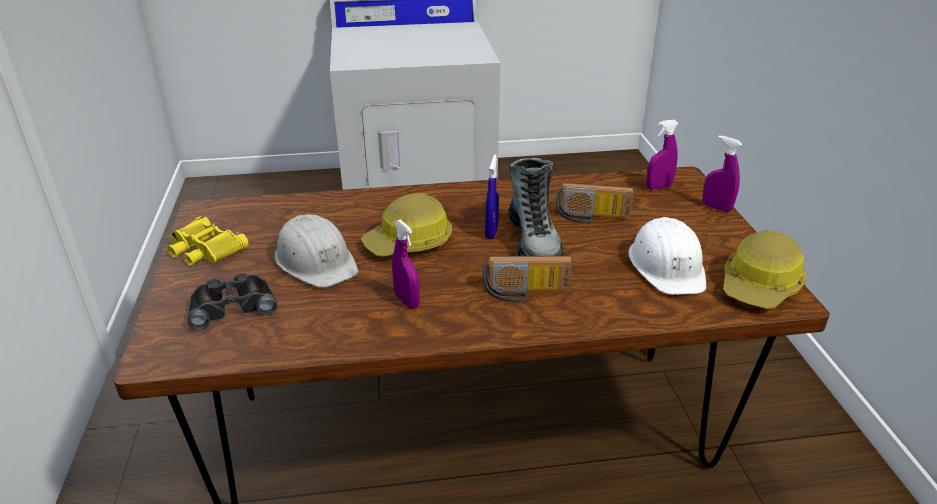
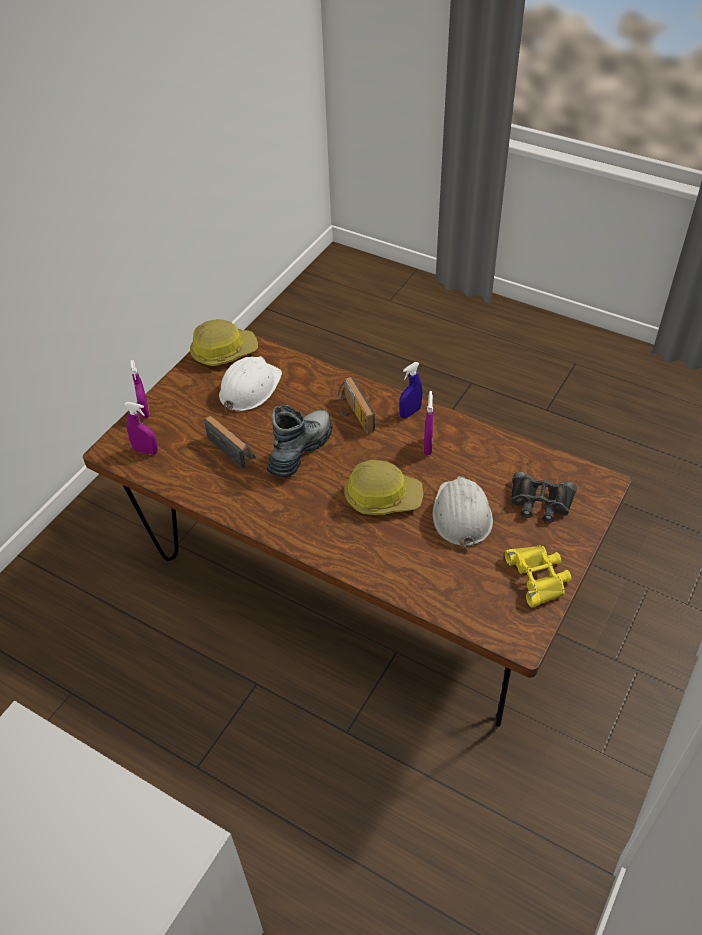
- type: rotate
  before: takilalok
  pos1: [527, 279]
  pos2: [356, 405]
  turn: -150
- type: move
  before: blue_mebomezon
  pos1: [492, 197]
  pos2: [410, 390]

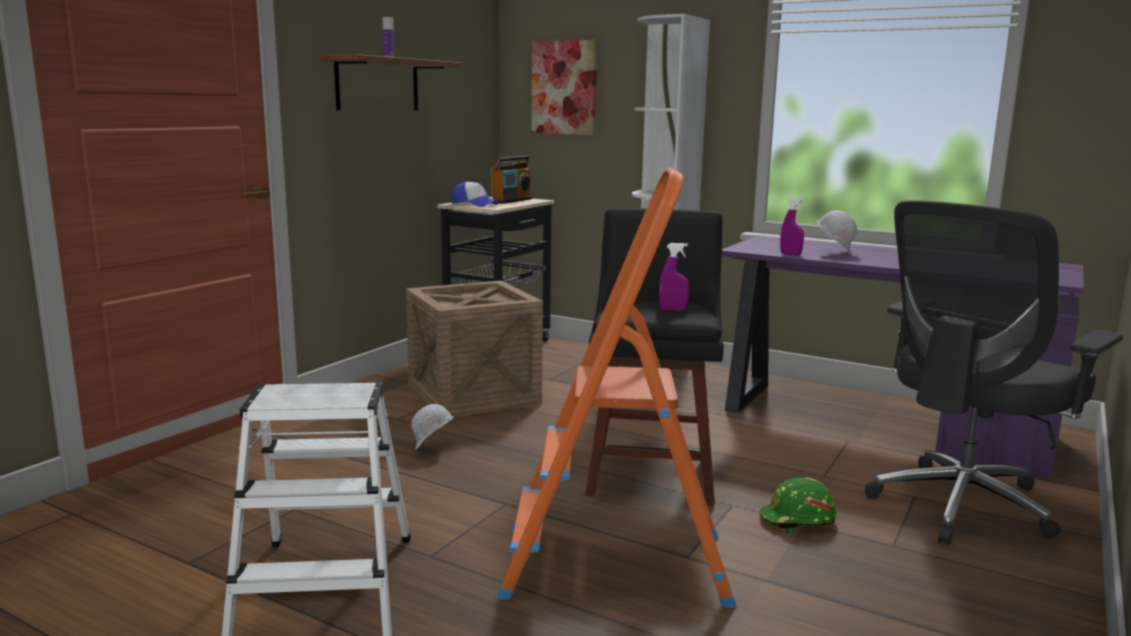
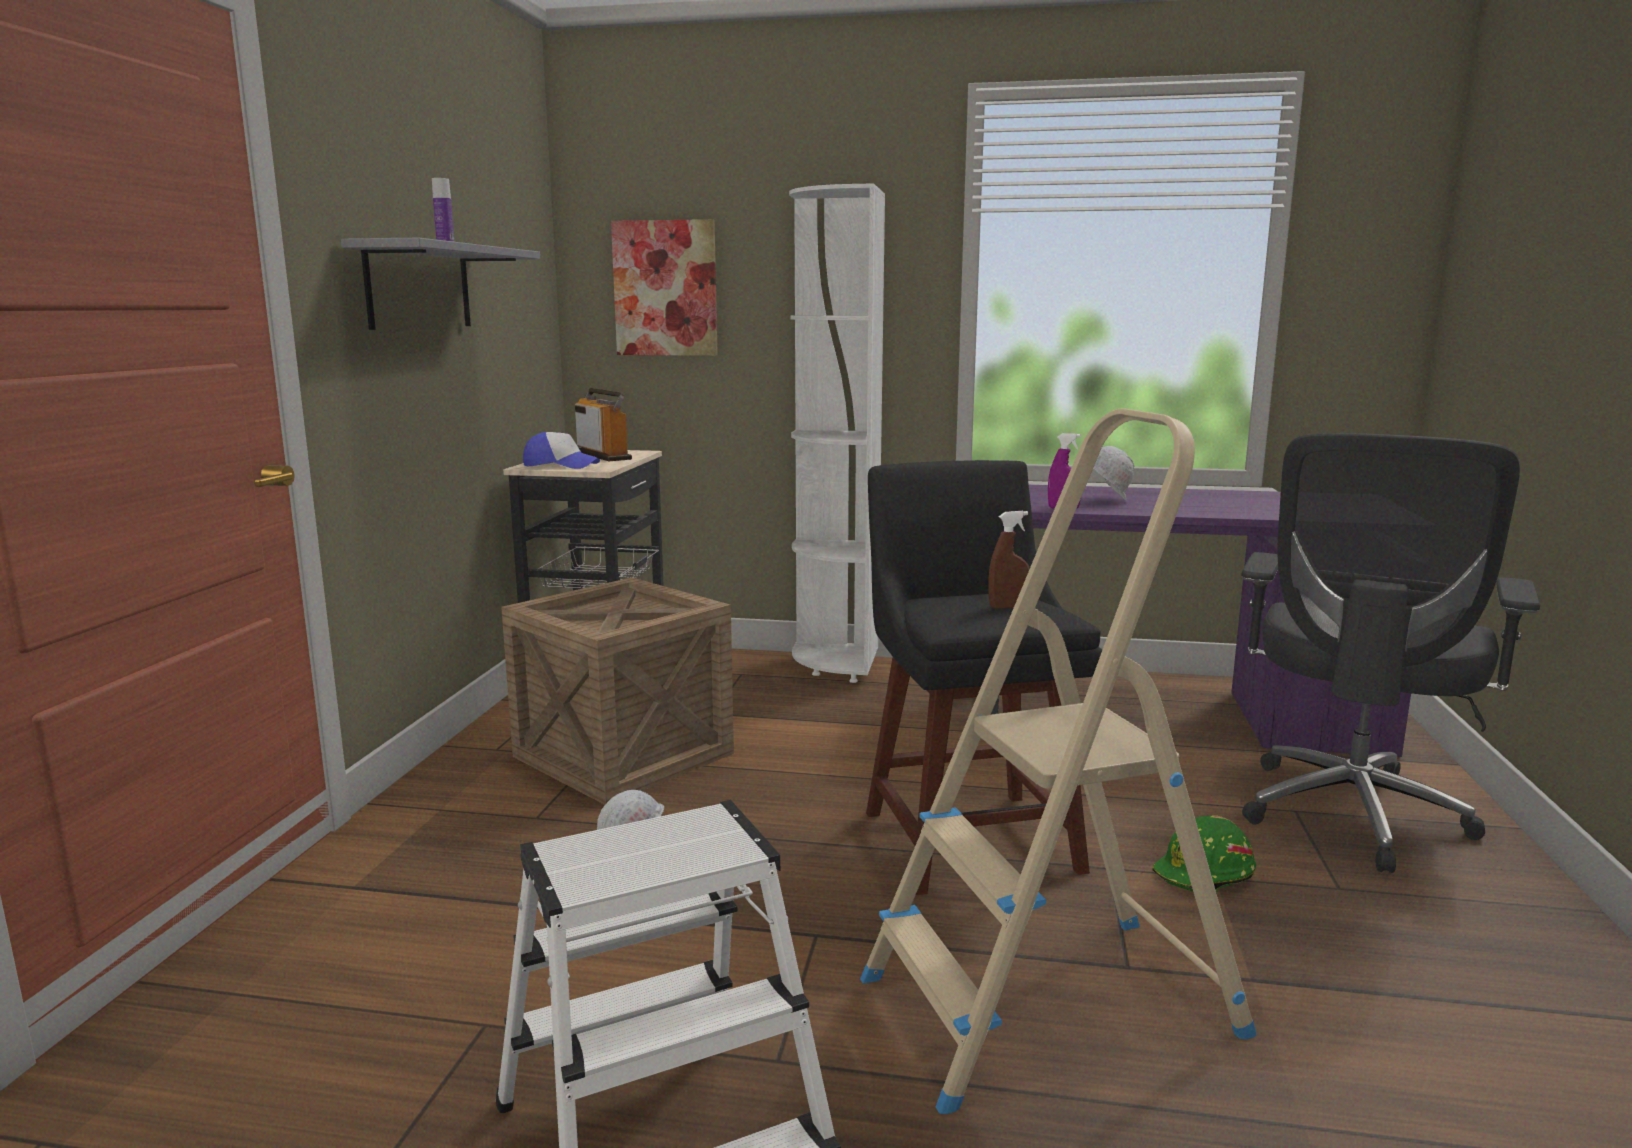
- type: recolor
  before: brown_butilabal
  after: grey_butilabal
  pos1: [390, 82]
  pos2: [440, 284]
- type: rotate
  before: takilalok
  pos1: [511, 179]
  pos2: [603, 424]
  turn: -45
- type: recolor
  before: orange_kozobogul
  after: beige_kozobogul
  pos1: [617, 387]
  pos2: [1058, 761]
- type: recolor
  before: purple_mebomezon
  after: brown_mebomezon
  pos1: [674, 277]
  pos2: [1009, 560]

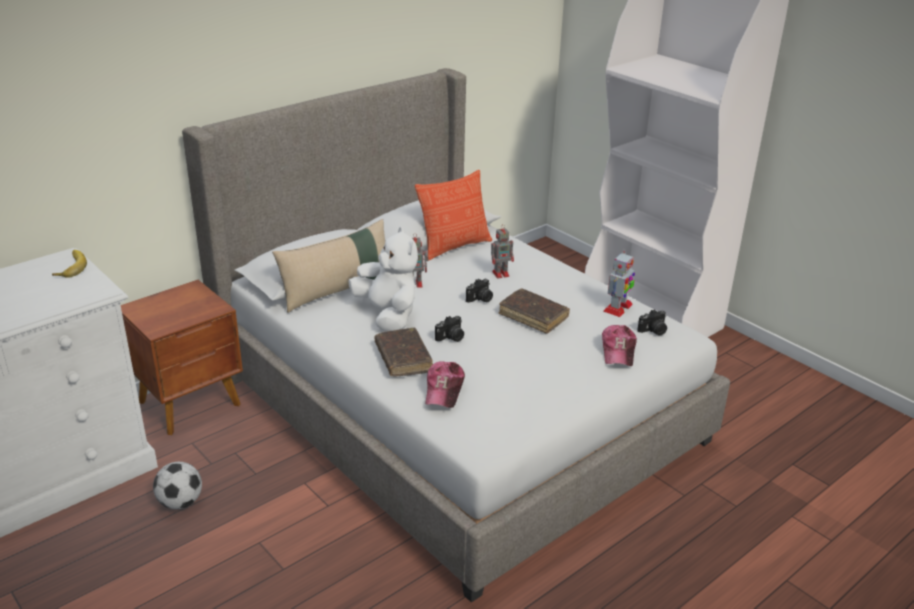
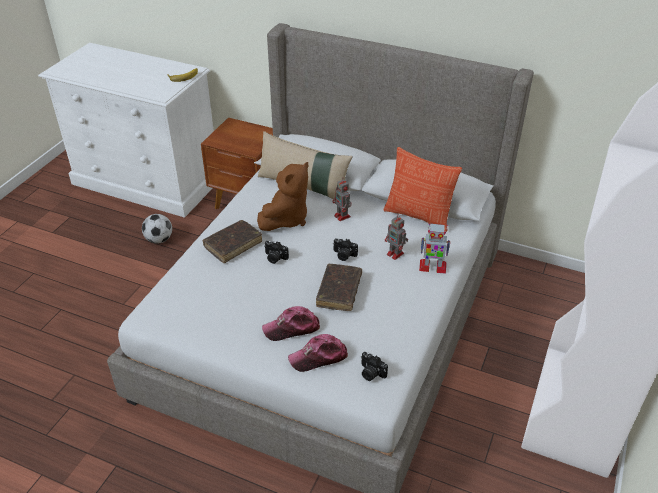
- type: recolor
  before: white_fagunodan
  after: brown_fagunodan
  pos1: [383, 279]
  pos2: [282, 196]
- type: move
  before: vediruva
  pos1: [445, 384]
  pos2: [291, 323]
- type: move
  before: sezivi
  pos1: [619, 284]
  pos2: [435, 248]

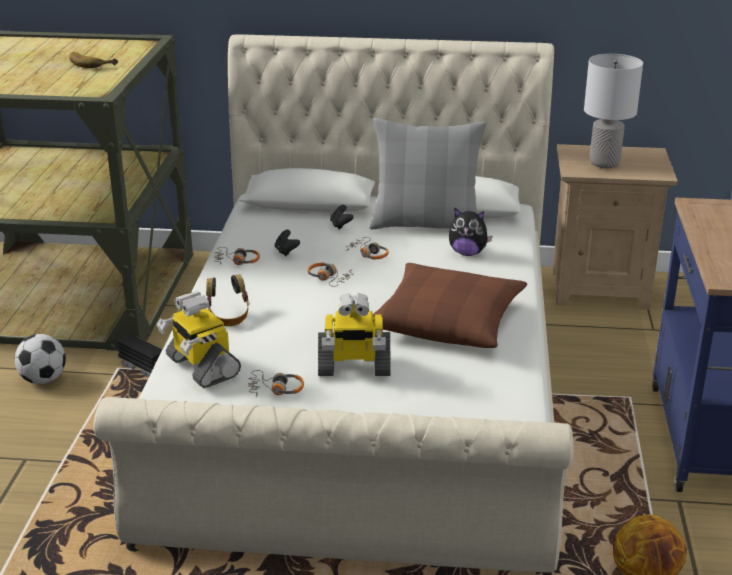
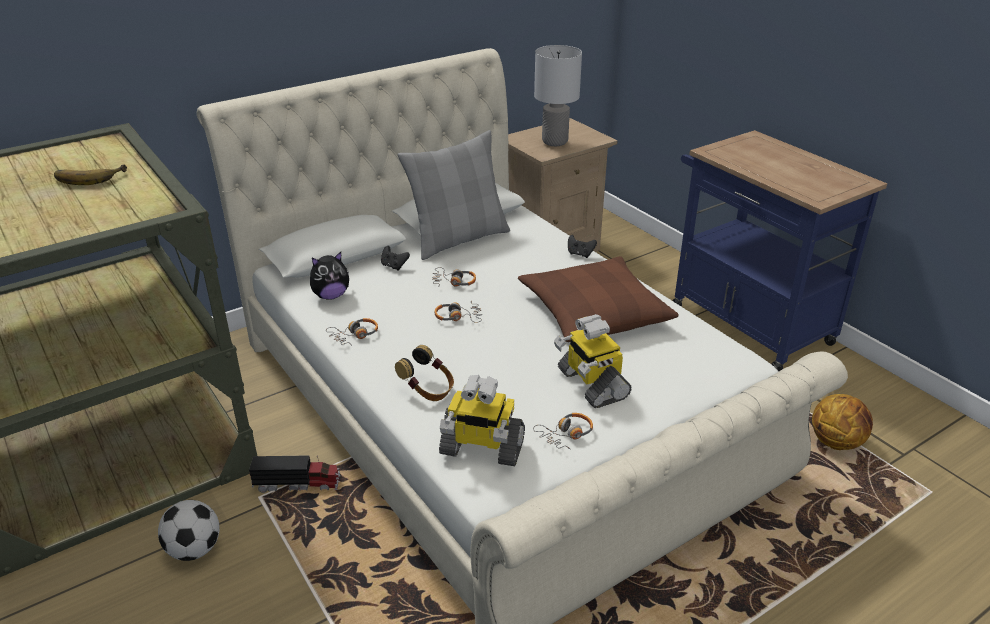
- type: move
  before: fagunodan
  pos1: [471, 232]
  pos2: [329, 276]
- type: rotate
  before: sezivi
  pos1: [354, 334]
  pos2: [592, 361]
  turn: 105
- type: move
  before: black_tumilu
  pos1: [287, 243]
  pos2: [582, 246]

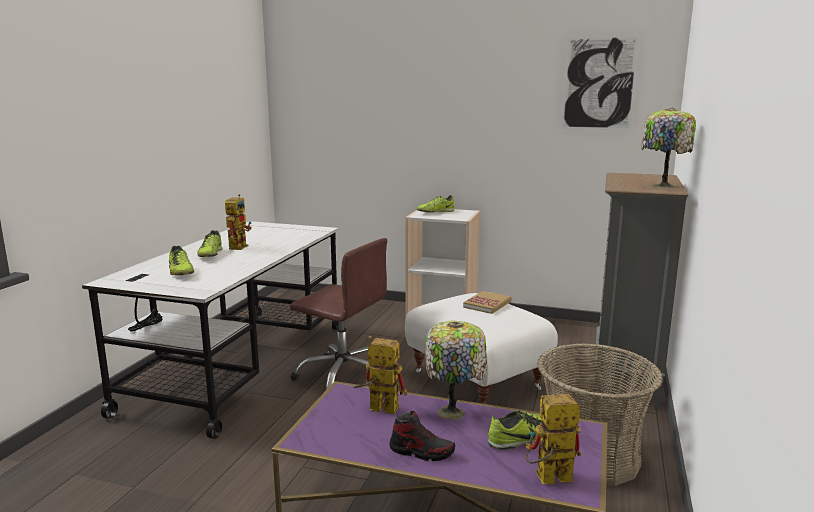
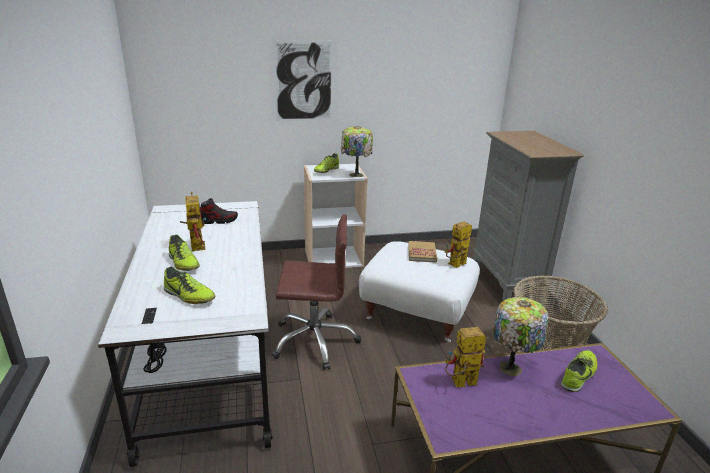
- type: move
  before: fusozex
  pos1: [422, 436]
  pos2: [219, 211]
- type: move
  before: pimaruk
  pos1: [600, 82]
  pos2: [303, 80]
- type: move
  before: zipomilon
  pos1: [668, 148]
  pos2: [357, 151]
- type: move
  before: sezivi
  pos1: [553, 439]
  pos2: [458, 244]

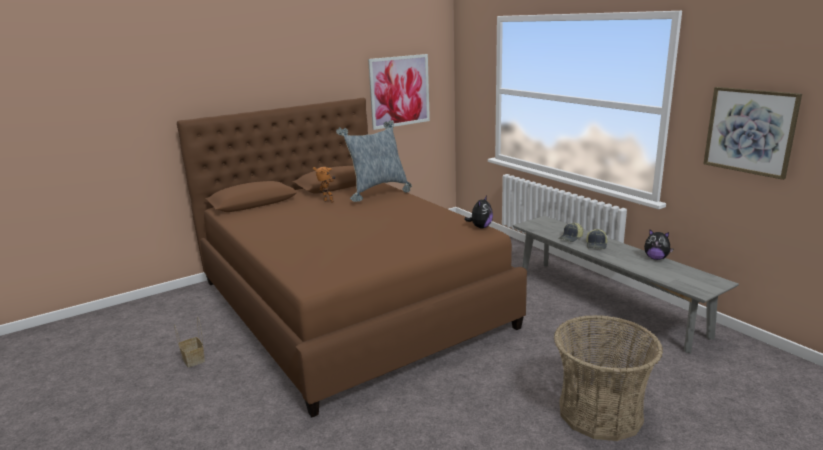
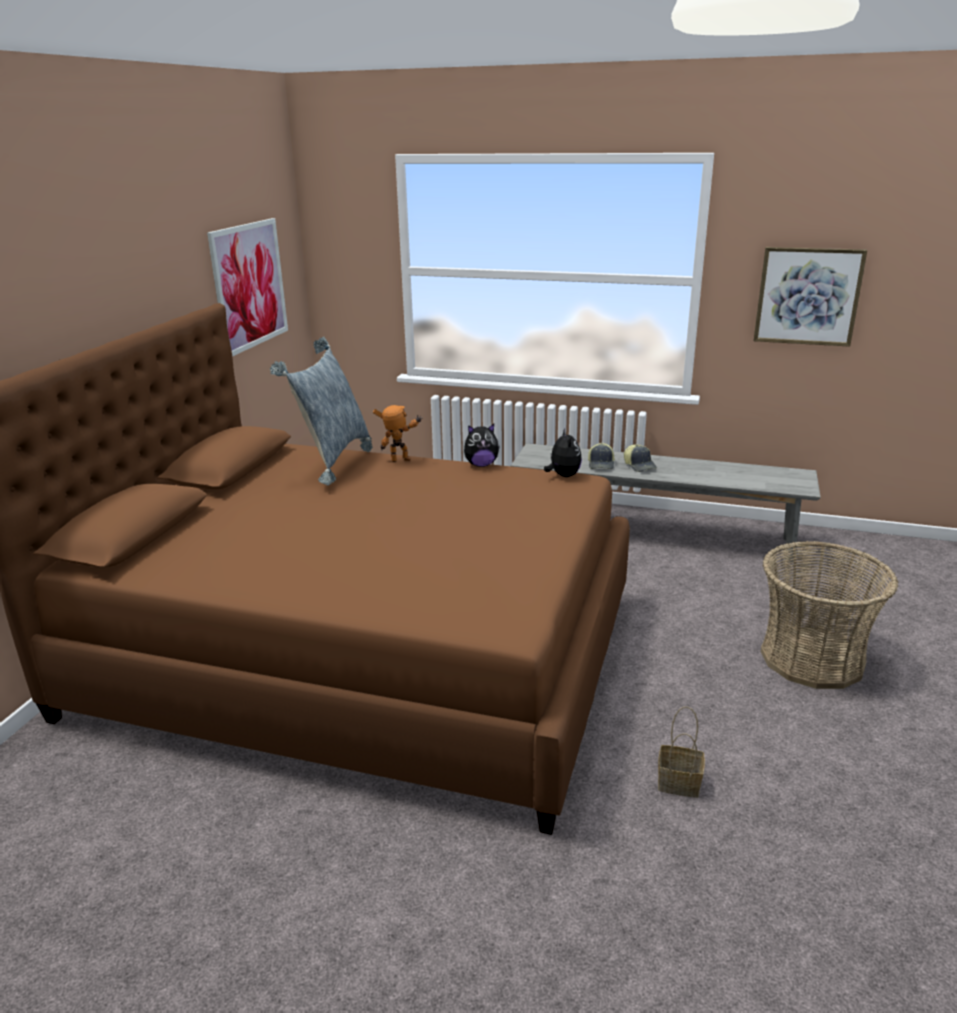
- type: move
  before: sezivi
  pos1: [323, 185]
  pos2: [397, 433]
- type: move
  before: fagunodan
  pos1: [659, 245]
  pos2: [482, 445]
- type: move
  before: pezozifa
  pos1: [189, 342]
  pos2: [681, 752]

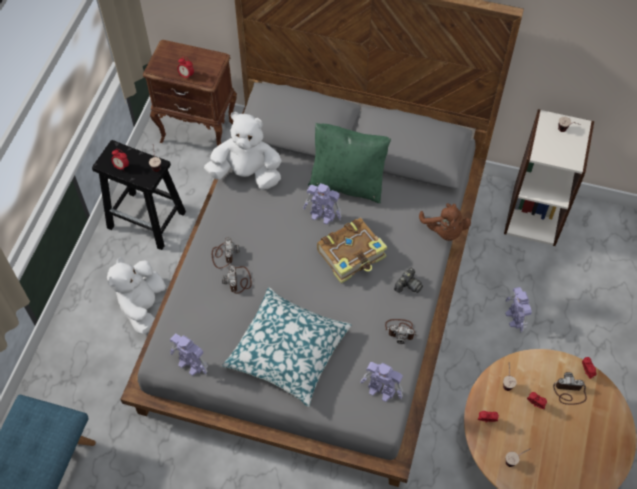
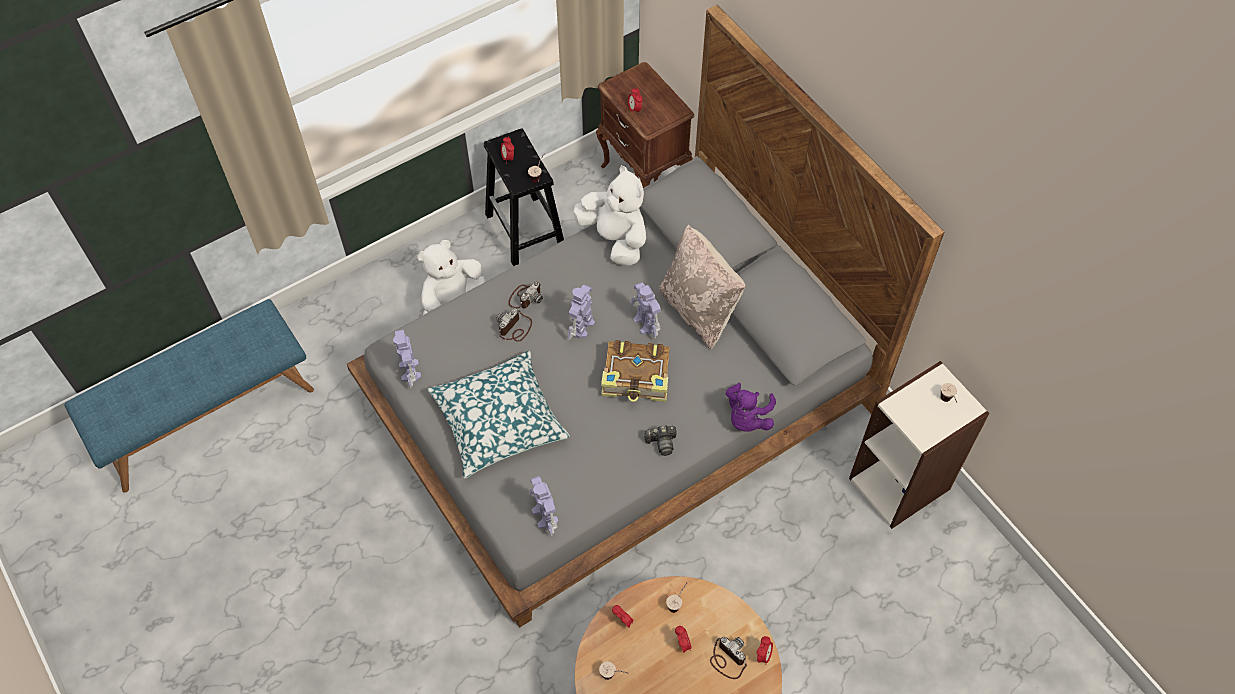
- type: move
  before: sezivi
  pos1: [518, 310]
  pos2: [581, 312]
- type: recolor
  before: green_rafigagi
  after: beige_rafigagi
  pos1: [349, 163]
  pos2: [702, 287]
- type: recolor
  before: brown_fagunodan
  after: purple_fagunodan
  pos1: [445, 222]
  pos2: [750, 407]
- type: delete
  before: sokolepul
  pos1: [401, 331]

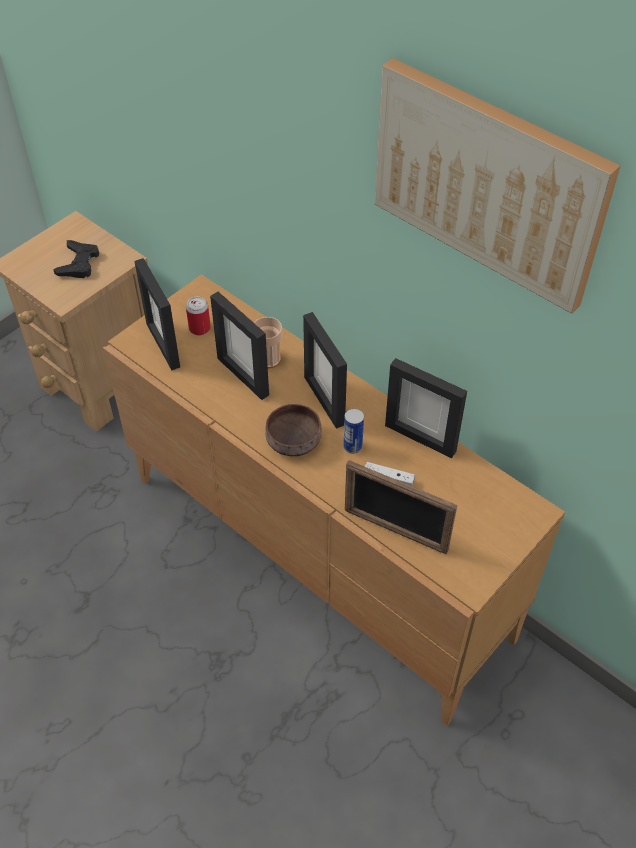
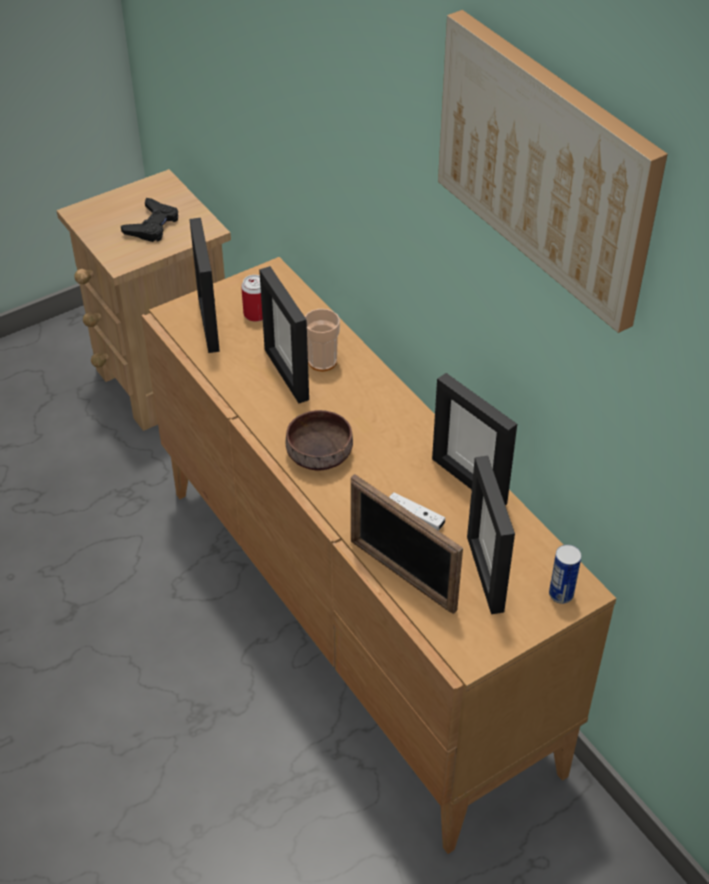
- type: move
  before: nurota
  pos1: [325, 370]
  pos2: [491, 535]
- type: move
  before: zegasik
  pos1: [354, 431]
  pos2: [565, 574]

